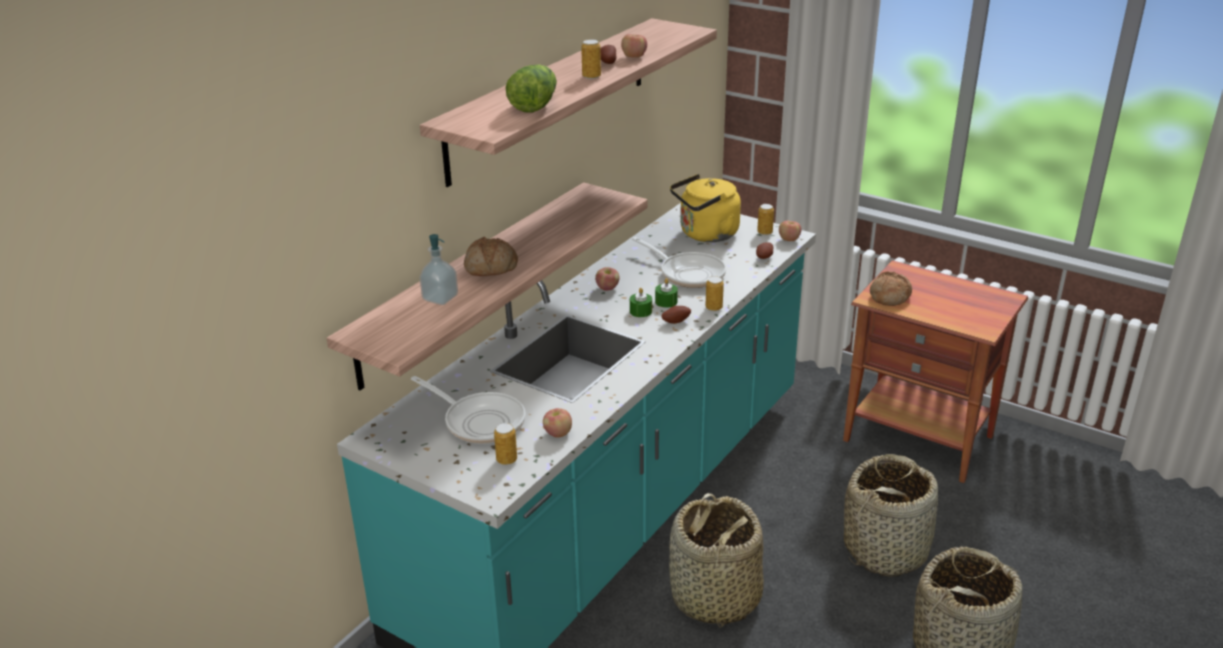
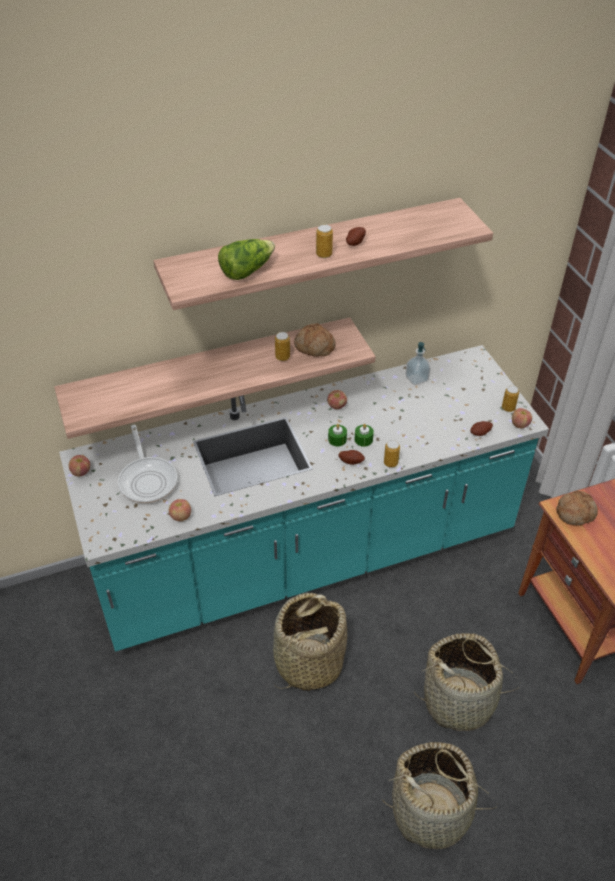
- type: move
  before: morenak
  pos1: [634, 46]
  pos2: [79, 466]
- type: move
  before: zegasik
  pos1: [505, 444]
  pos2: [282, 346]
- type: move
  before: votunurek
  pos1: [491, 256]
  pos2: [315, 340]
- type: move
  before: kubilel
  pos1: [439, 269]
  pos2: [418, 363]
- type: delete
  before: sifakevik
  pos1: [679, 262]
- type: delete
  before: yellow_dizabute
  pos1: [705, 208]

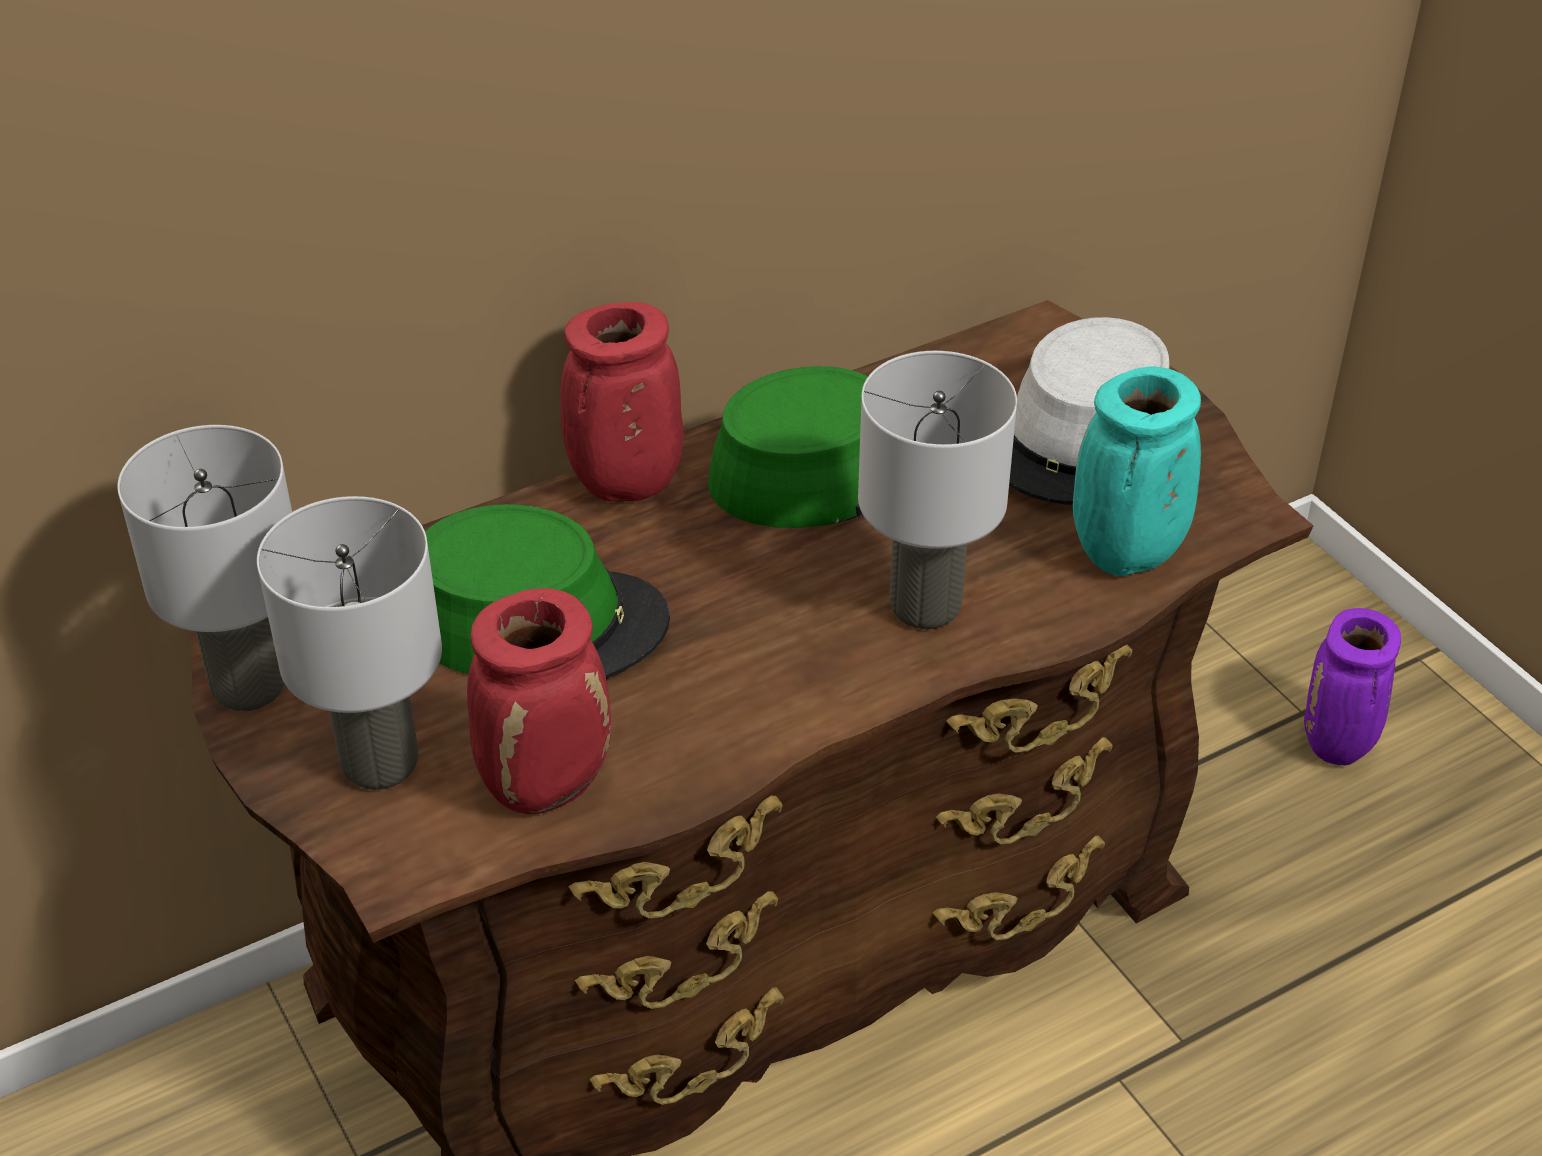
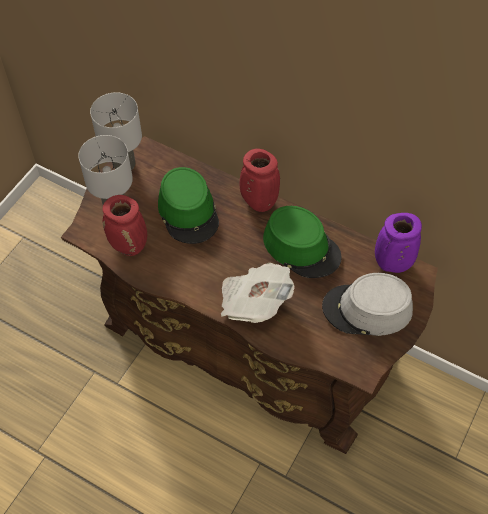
- type: replace
  before: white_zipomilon
  after: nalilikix
  pos1: [937, 490]
  pos2: [257, 293]
- type: move
  before: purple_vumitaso
  pos1: [1352, 686]
  pos2: [398, 243]
- type: delete
  before: turquoise_vumitaso
  pos1: [1137, 471]

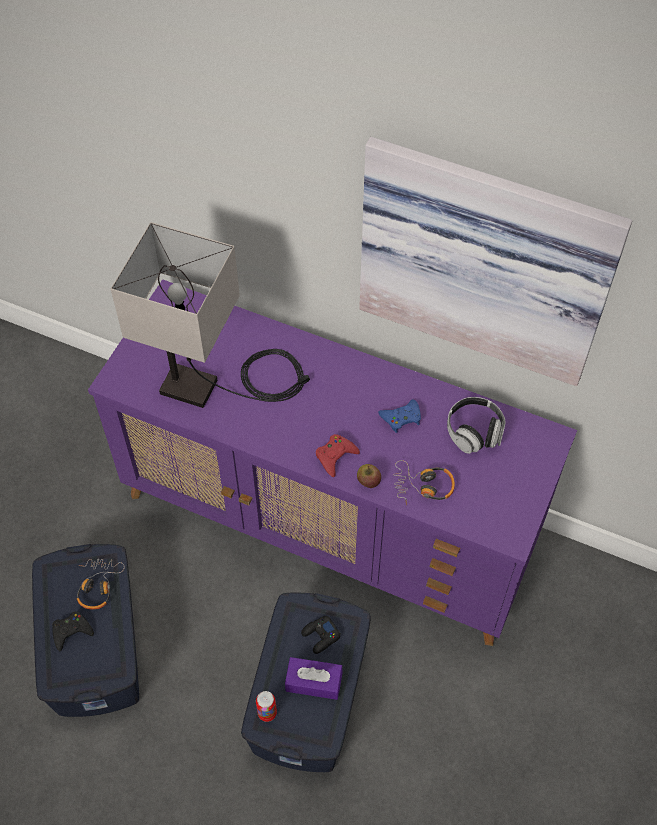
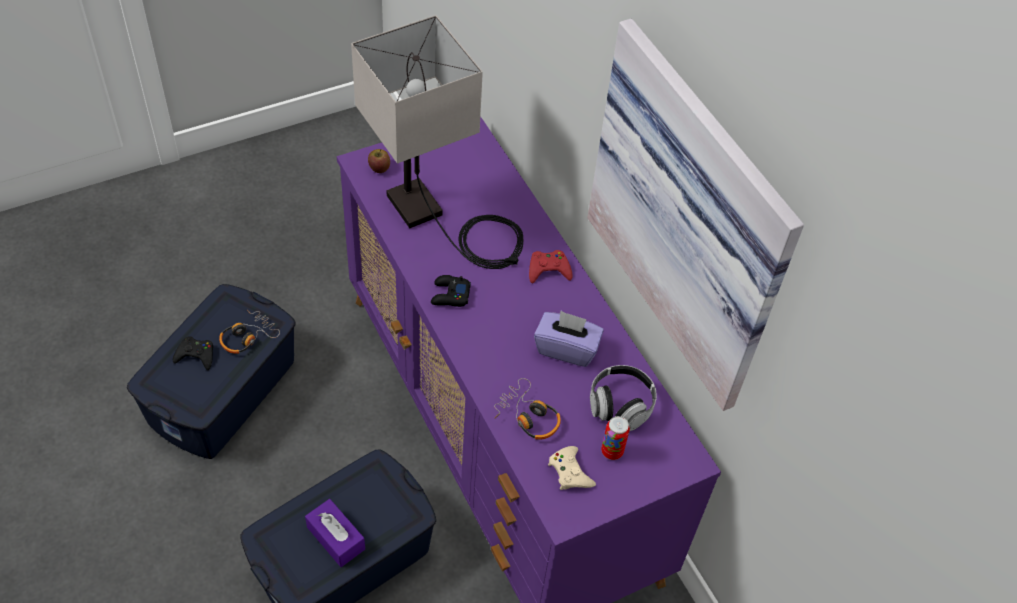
- type: move
  before: morenak
  pos1: [369, 476]
  pos2: [379, 161]
- type: move
  before: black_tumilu
  pos1: [321, 635]
  pos2: [451, 291]
- type: move
  before: red_tumilu
  pos1: [338, 455]
  pos2: [550, 266]
- type: replace
  before: blue_tumilu
  after: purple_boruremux
  pos1: [399, 416]
  pos2: [568, 338]
- type: insert
  after: beige_tumilu
  pos2: [572, 468]
- type: move
  before: zegasik
  pos1: [266, 706]
  pos2: [615, 438]

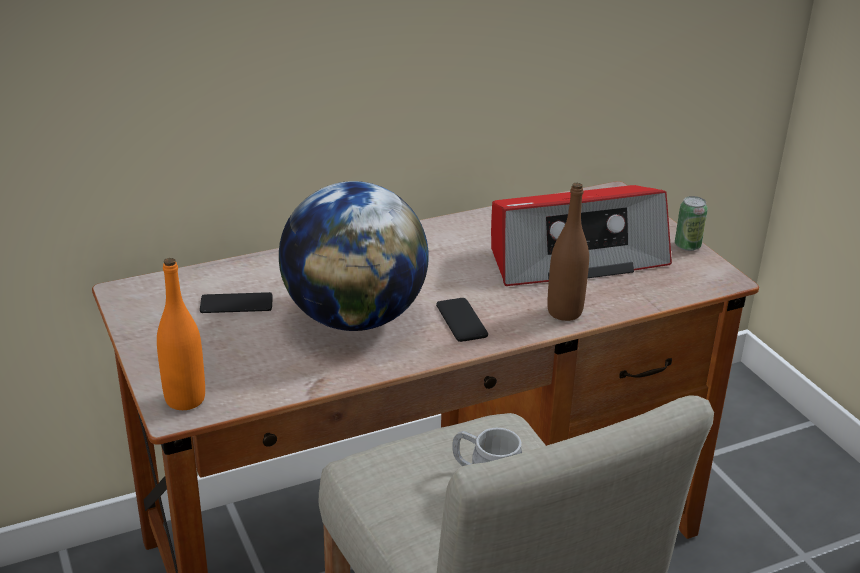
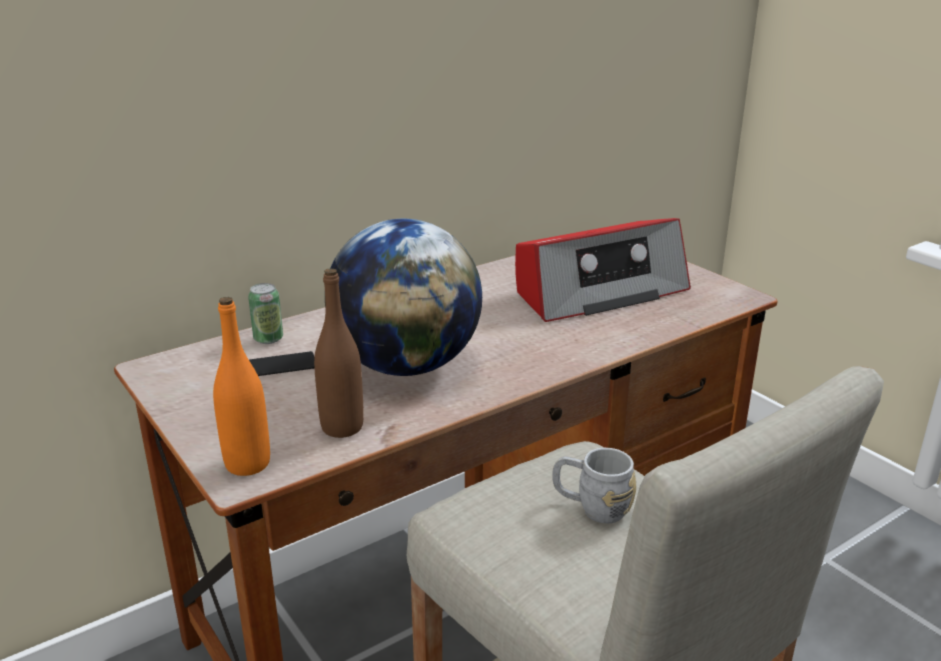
- type: move
  before: zegasik
  pos1: [691, 223]
  pos2: [265, 313]
- type: move
  before: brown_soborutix
  pos1: [568, 252]
  pos2: [339, 353]
- type: delete
  before: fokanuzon
  pos1: [462, 320]

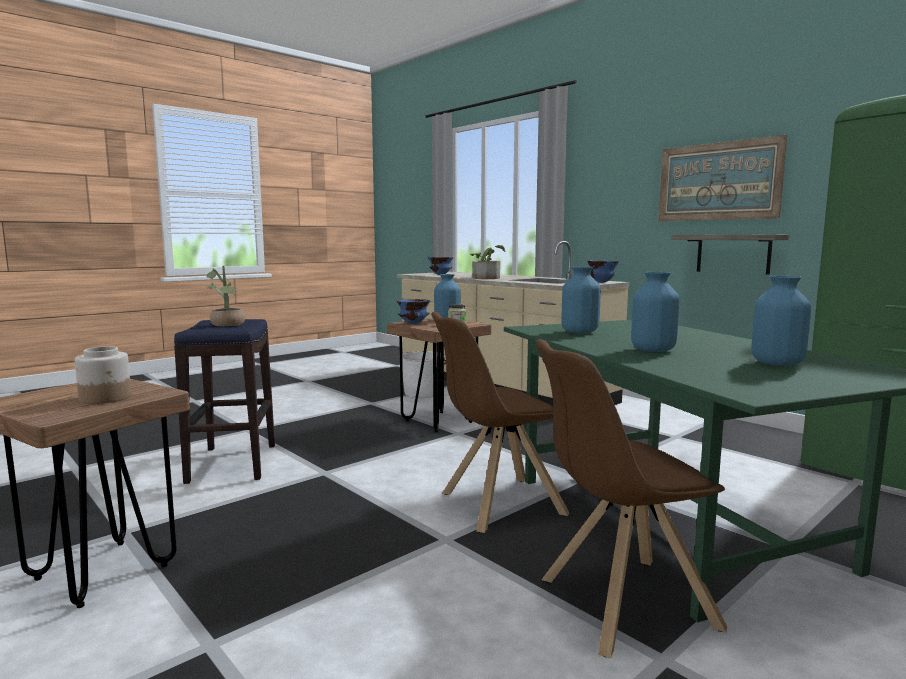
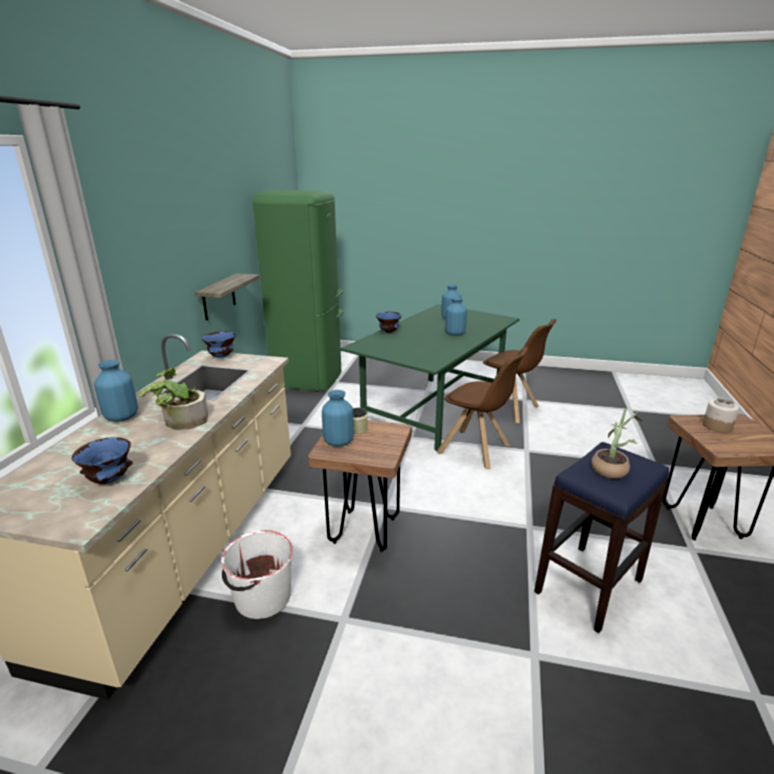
- type: move
  before: blue_vumitaso
  pos1: [581, 300]
  pos2: [116, 391]
- type: move
  before: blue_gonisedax
  pos1: [413, 311]
  pos2: [389, 322]
- type: delete
  before: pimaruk
  pos1: [722, 178]

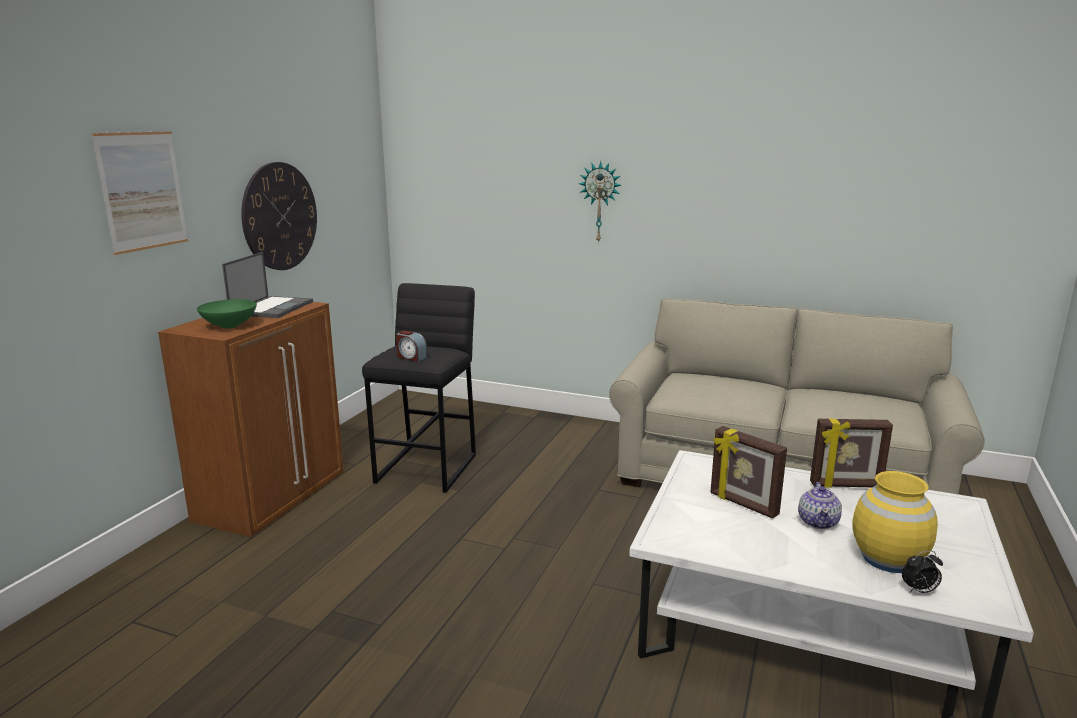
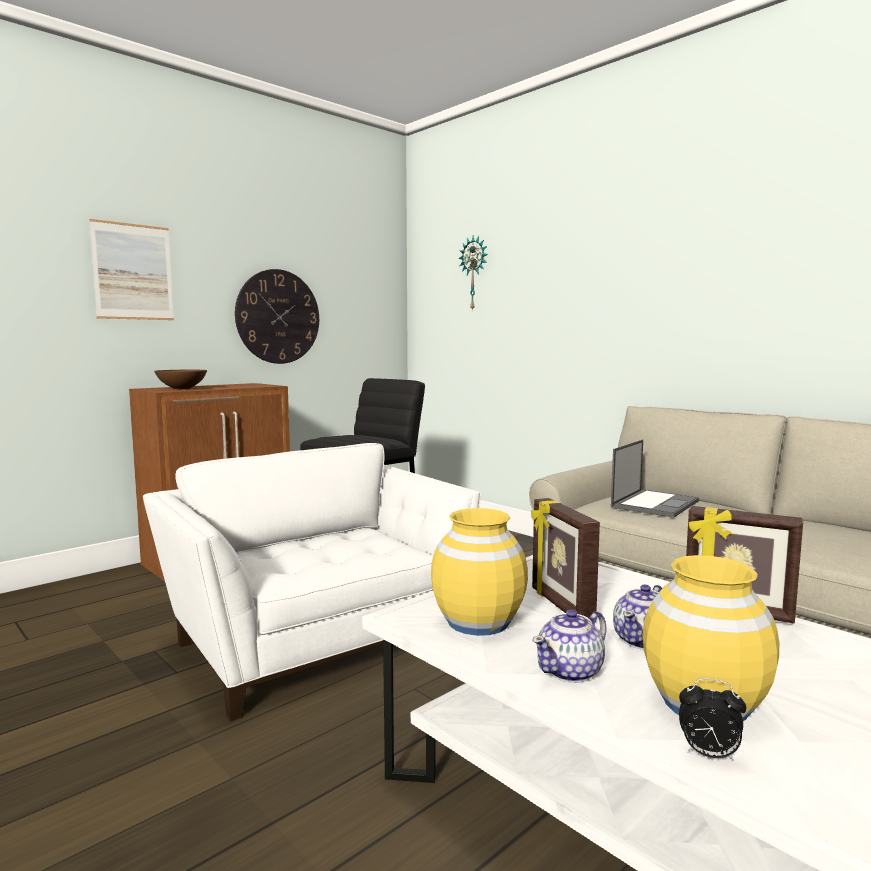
- type: insert
  after: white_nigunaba
  pos2: [312, 582]
- type: recolor
  before: green_gonisedax
  after: brown_gonisedax
  pos1: [227, 314]
  pos2: [180, 380]
- type: insert
  after: yellow_vumitaso
  pos2: [479, 572]
- type: move
  before: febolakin
  pos1: [600, 202]
  pos2: [473, 273]
- type: insert
  after: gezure
  pos2: [569, 646]
- type: move
  before: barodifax
  pos1: [267, 285]
  pos2: [655, 478]
- type: delete
  before: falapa
  pos1: [411, 346]

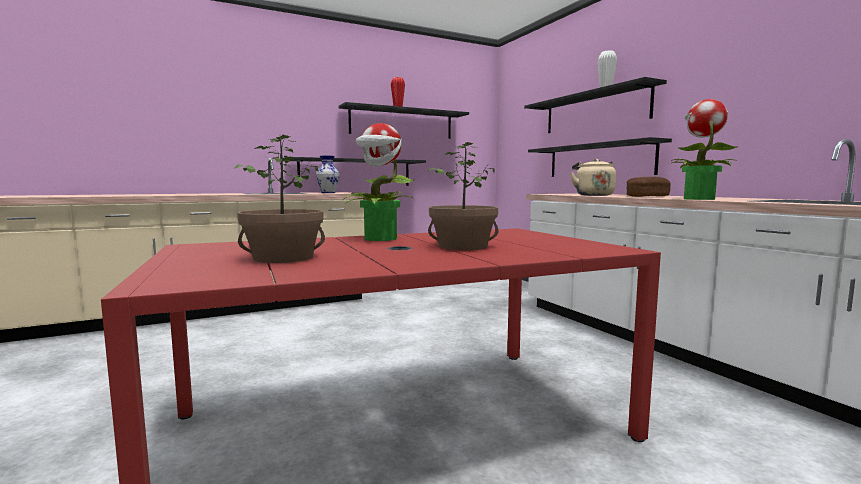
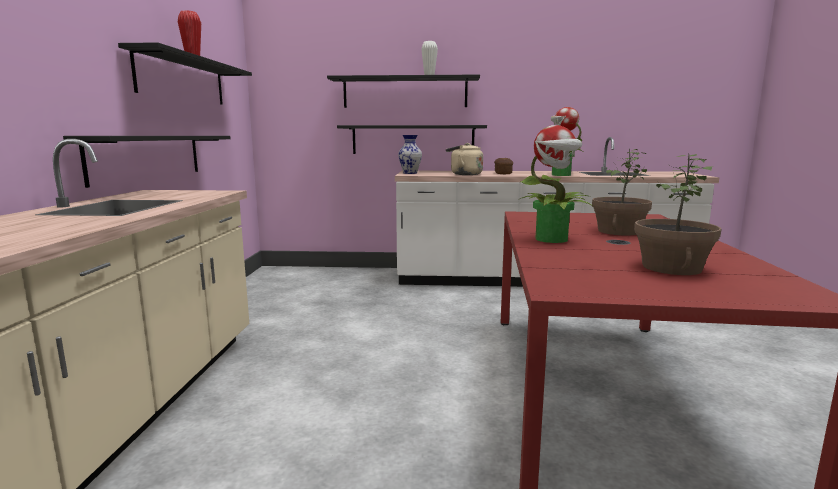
- type: move
  before: vumitaso
  pos1: [328, 174]
  pos2: [410, 154]

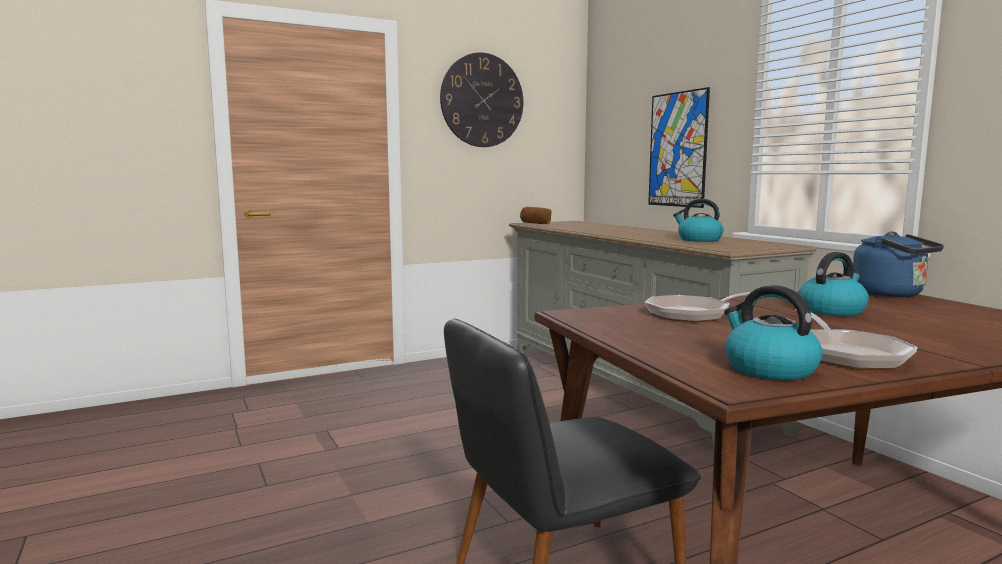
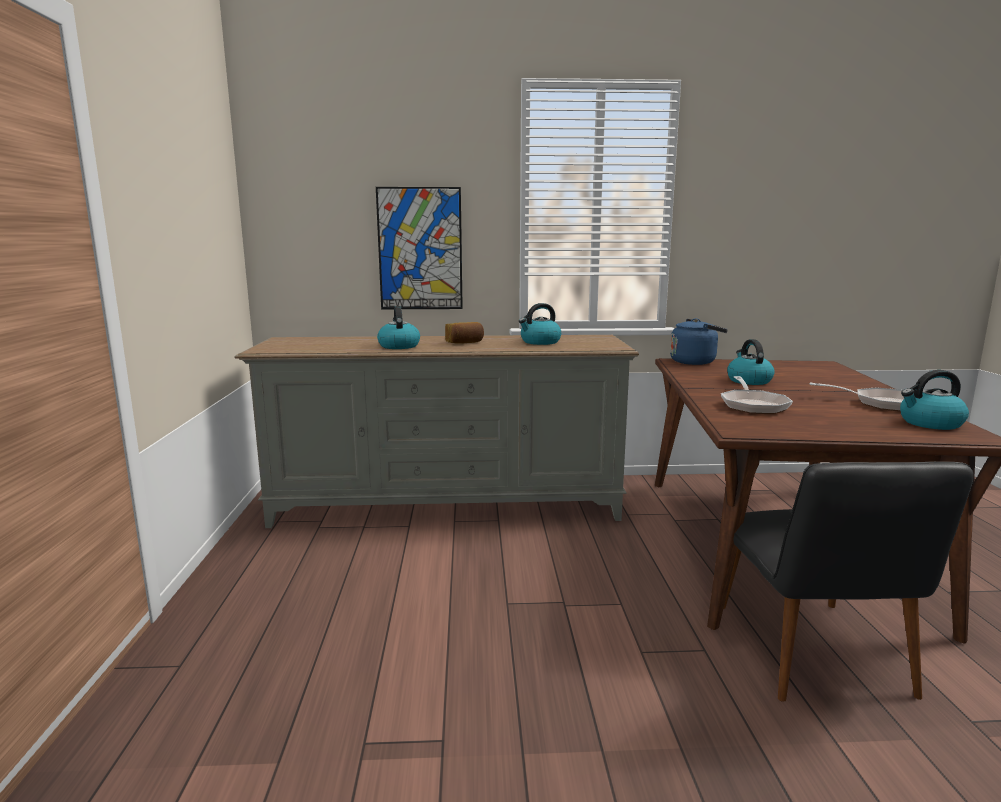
- type: insert
  after: dizabute
  pos2: [398, 327]
- type: move
  before: votunurek
  pos1: [536, 215]
  pos2: [464, 333]
- type: delete
  before: febolakin
  pos1: [481, 100]

